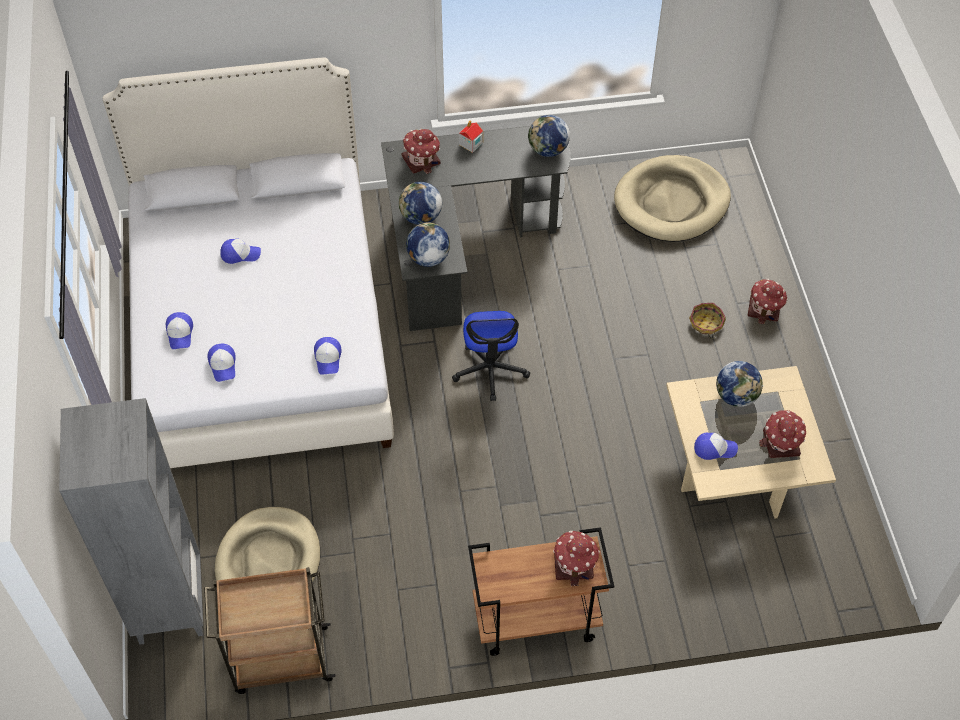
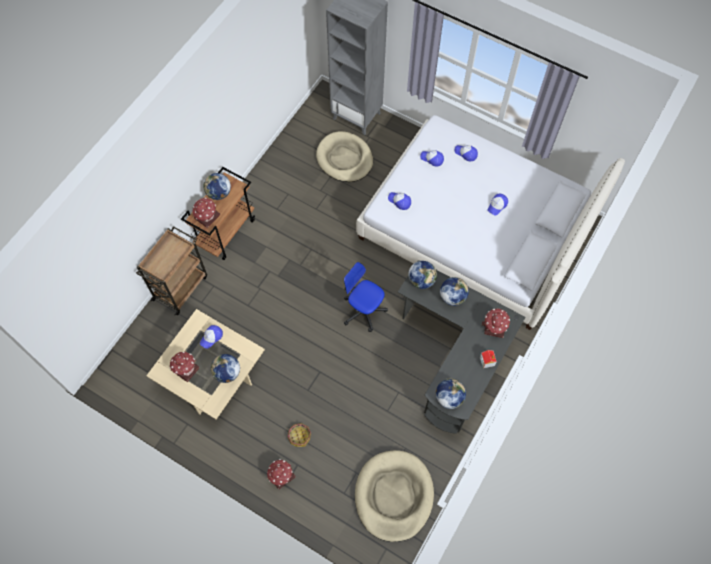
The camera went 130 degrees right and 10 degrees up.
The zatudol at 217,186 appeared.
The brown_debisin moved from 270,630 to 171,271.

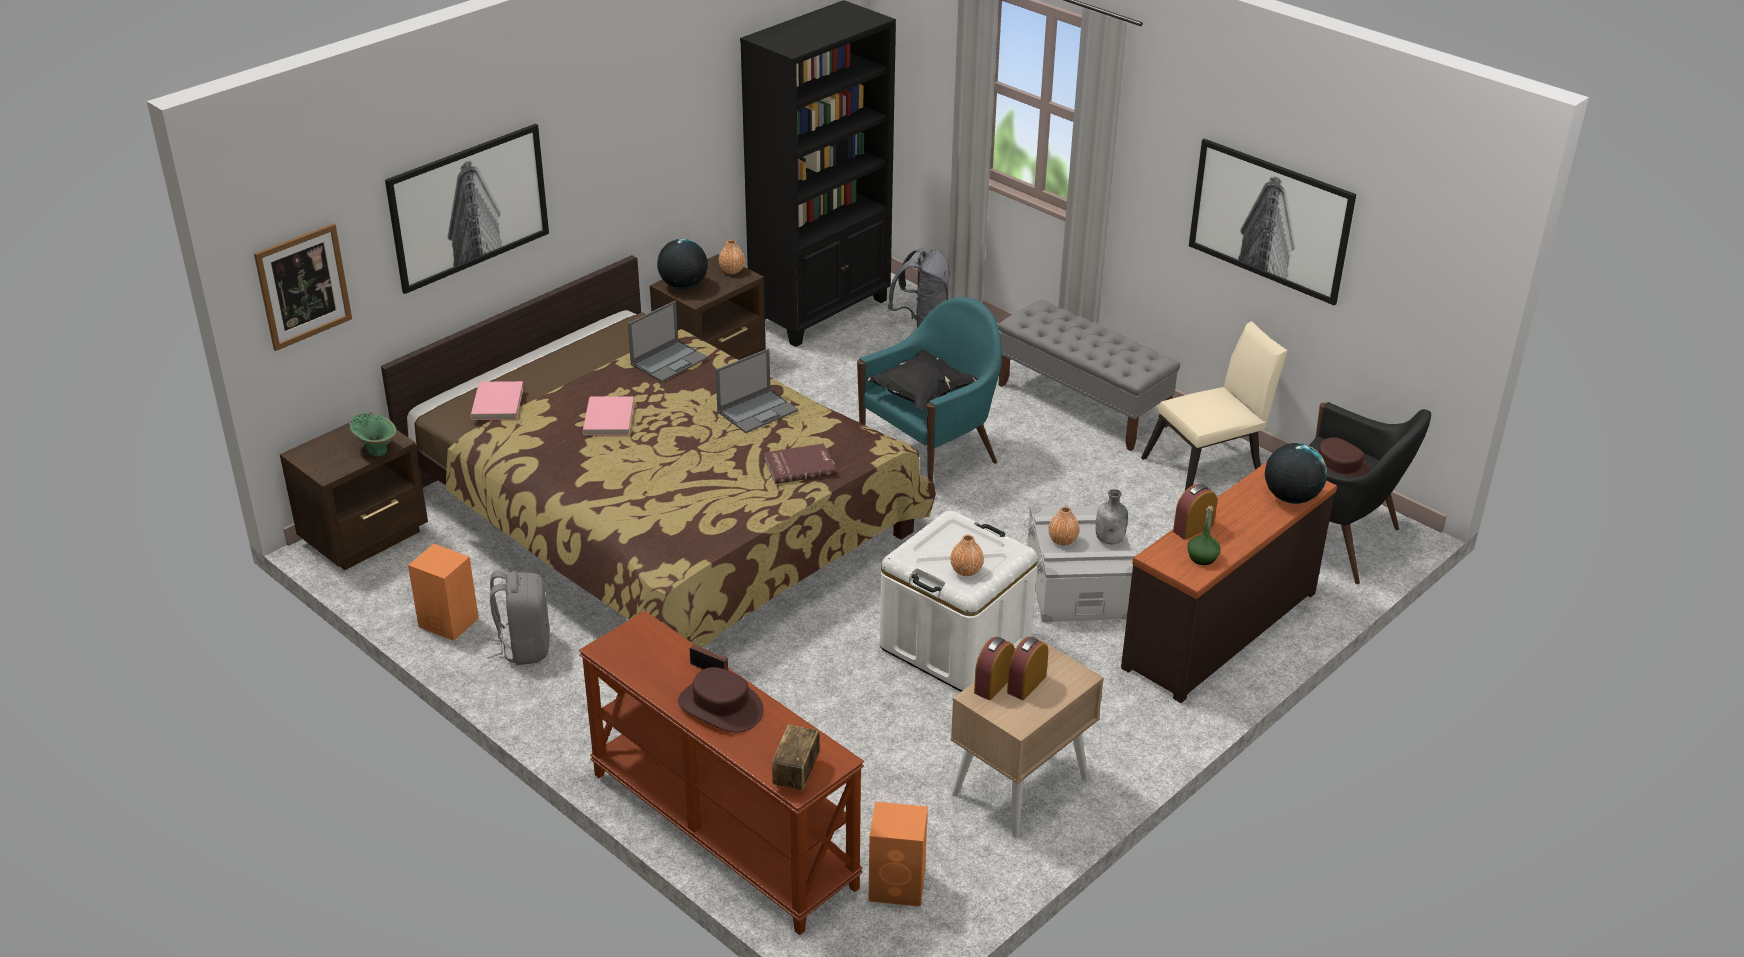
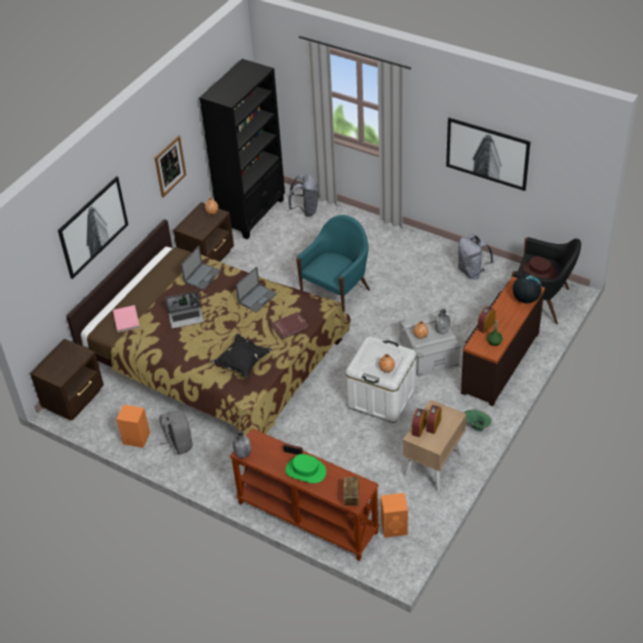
The camera went 10 degrees left and 10 degrees up.
The zatudol at 682,264 disappeared.
The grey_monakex at 1089,375 disappeared.
The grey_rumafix at 242,444 appeared.
The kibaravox moved from 303,287 to 170,166.
The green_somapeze moved from 373,434 to 478,420.
The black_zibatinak moved from 922,379 to 242,356.
The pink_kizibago at 608,416 was replaced by the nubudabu at 184,310.
The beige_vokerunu at 1214,406 was replaced by the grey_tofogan at 475,257.
The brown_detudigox at 721,699 became the green_detudigox at 305,468.

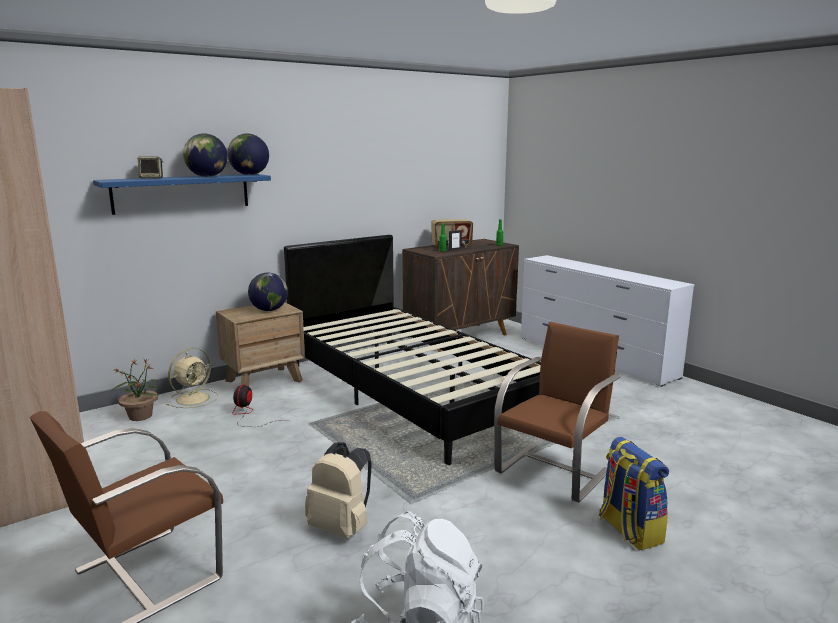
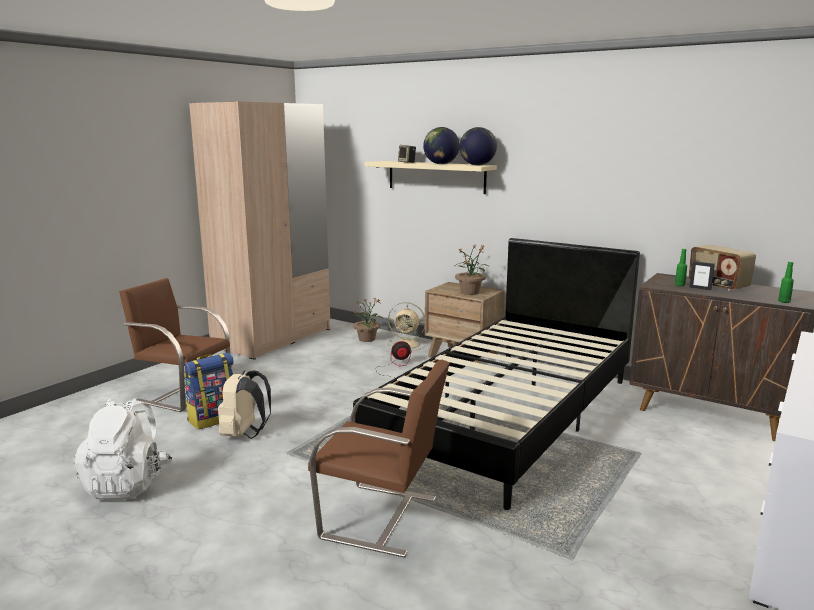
The camera went 70 degrees right and 0 degrees up.
The tofogan moved from 634,493 to 208,391.
The zatudol at 268,292 was replaced by the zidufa at 472,270.
The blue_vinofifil at 182,194 became the beige_vinofifil at 430,177.

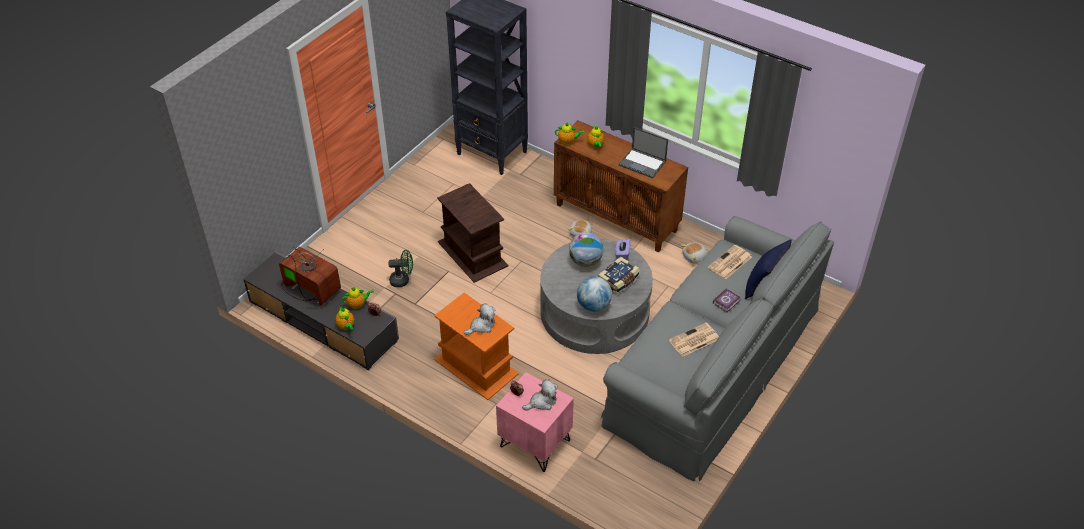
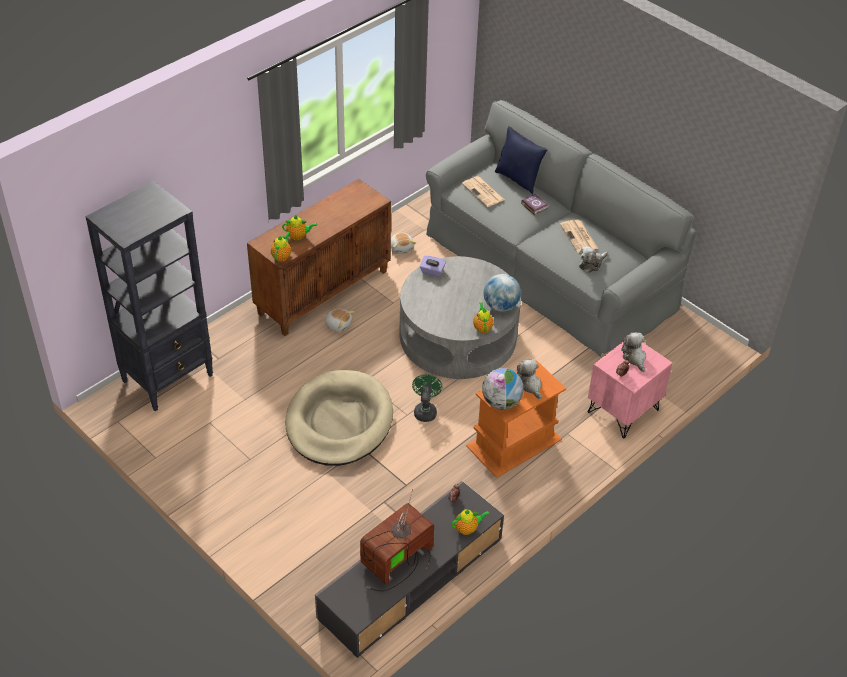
The camera went 80 degrees left and 0 degrees up.
The kizibago at 619,275 disappeared.
The nubudabu at 643,152 disappeared.
The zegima at 593,259 appeared.
The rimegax moved from 358,298 to 483,317.
The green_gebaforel moved from 400,268 to 427,398.
The zatudol moved from 586,249 to 503,389.
The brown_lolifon at 472,233 was replaced by the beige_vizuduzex at 339,418.

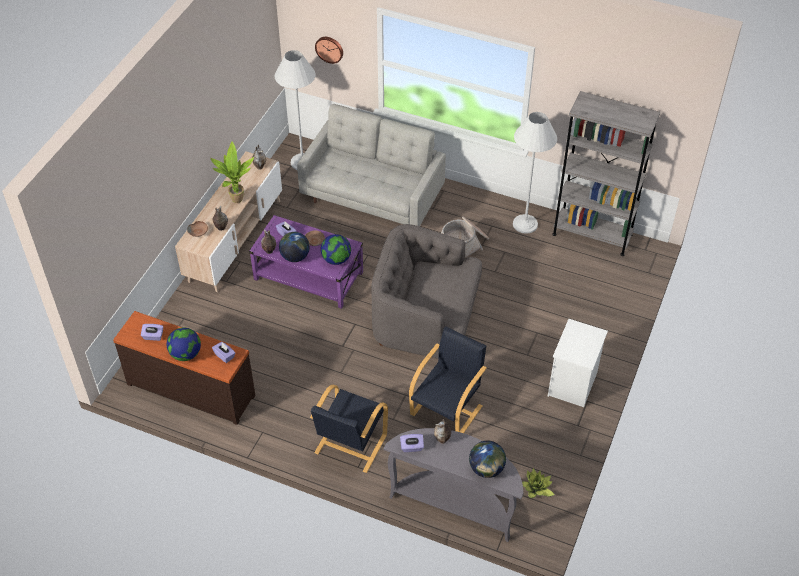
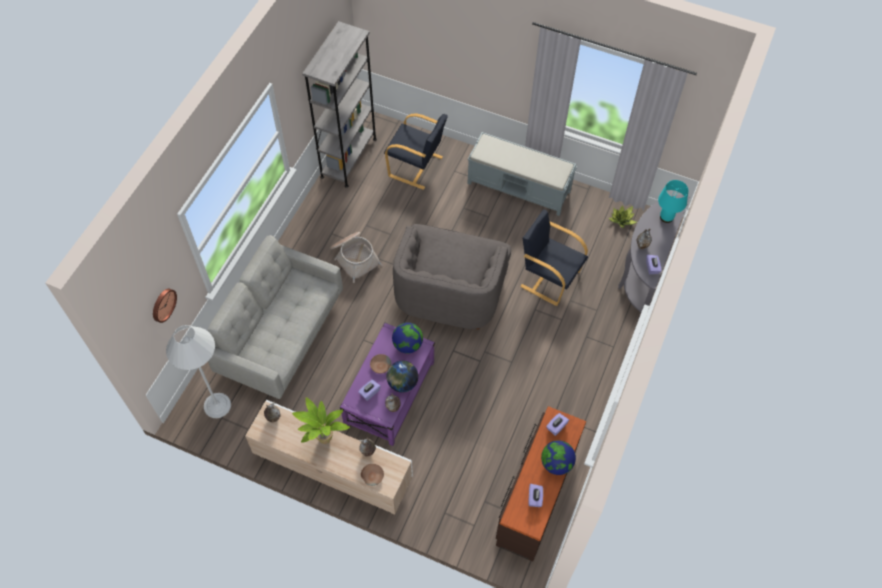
The camera went 90 degrees left and 10 degrees up.
The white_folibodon at 535,173 disappeared.
The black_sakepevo moved from 349,429 to 416,151.
The zatudol at 487,459 was replaced by the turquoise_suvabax at 673,201.
The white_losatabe at 578,363 was replaced by the grey_monakex at 522,174.

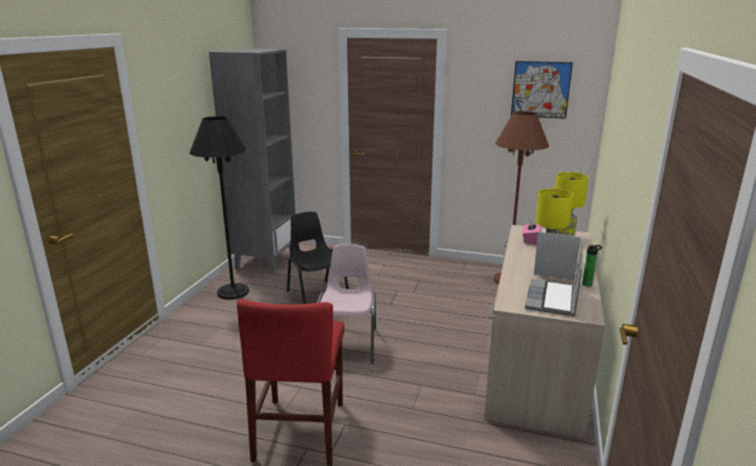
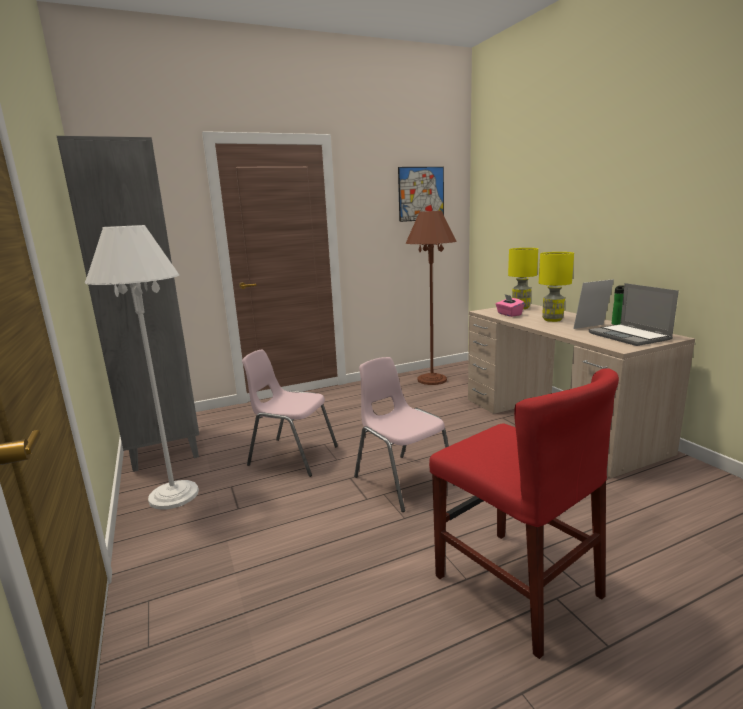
The camera went 40 degrees left and 5 degrees down.
The black_folibodon at 219,208 became the white_folibodon at 142,367.
The black_vokerunu at 318,258 became the pink_vokerunu at 290,413.

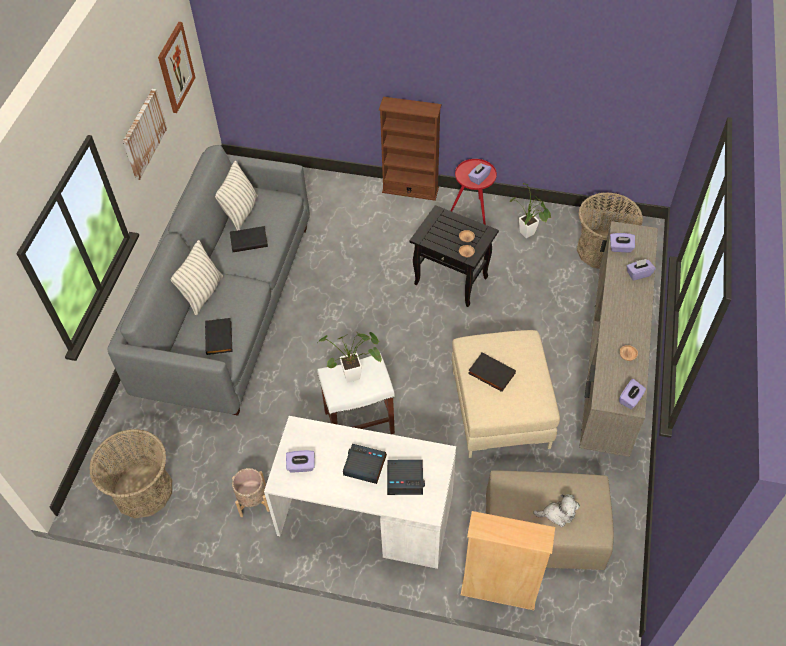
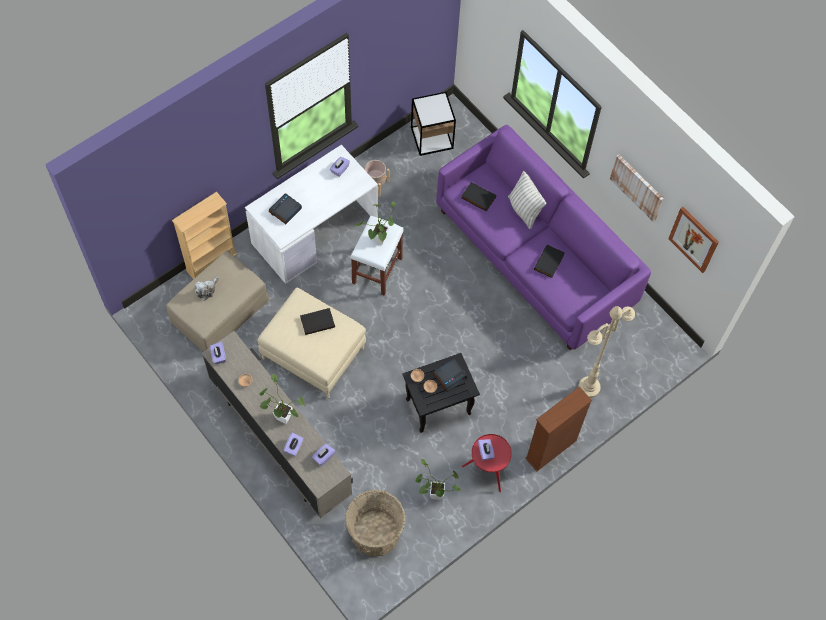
The camera went 125 degrees right and 10 degrees up.
The zibatinak at 236,195 disappeared.
The zidufa at 282,399 appeared.
The beige_folibodon at 606,352 appeared.
The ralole moved from 365,464 to 450,375.
The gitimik at 130,473 was replaced by the lolifon at 433,124.
The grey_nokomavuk at 208,280 became the purple_nokomavuk at 543,237.

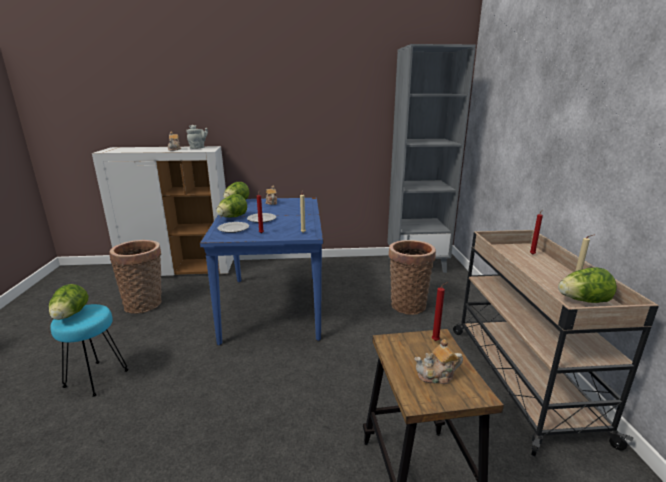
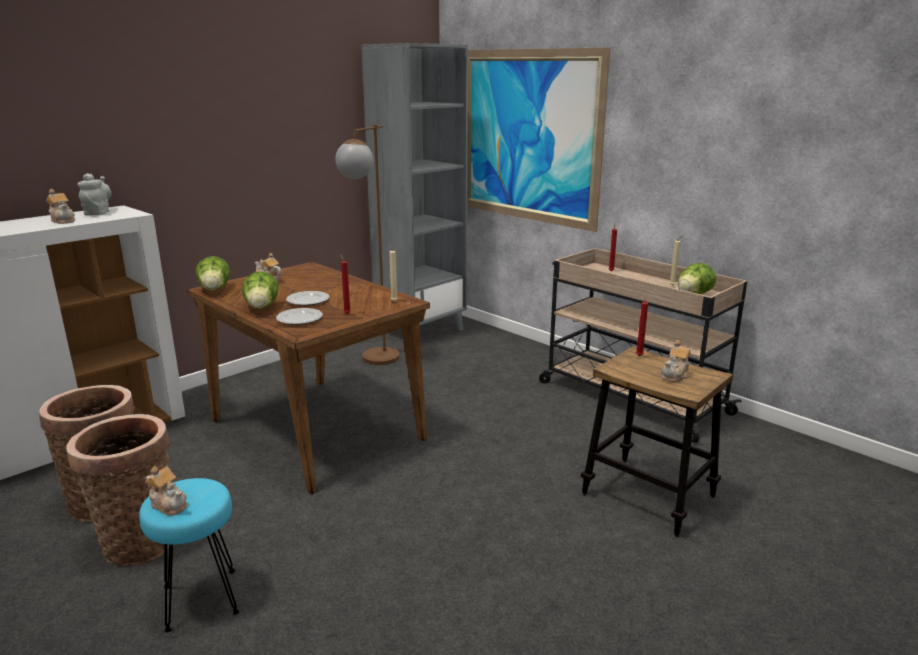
The camera went 40 degrees left and 0 degrees up.
The brown_folibodon at 367,244 appeared.
The kibaravox at 538,139 appeared.
The gitimik moved from 412,277 to 118,490.
The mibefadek at 68,302 was replaced by the rimegax at 166,491.
The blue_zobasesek at 261,271 became the brown_zobasesek at 308,378.

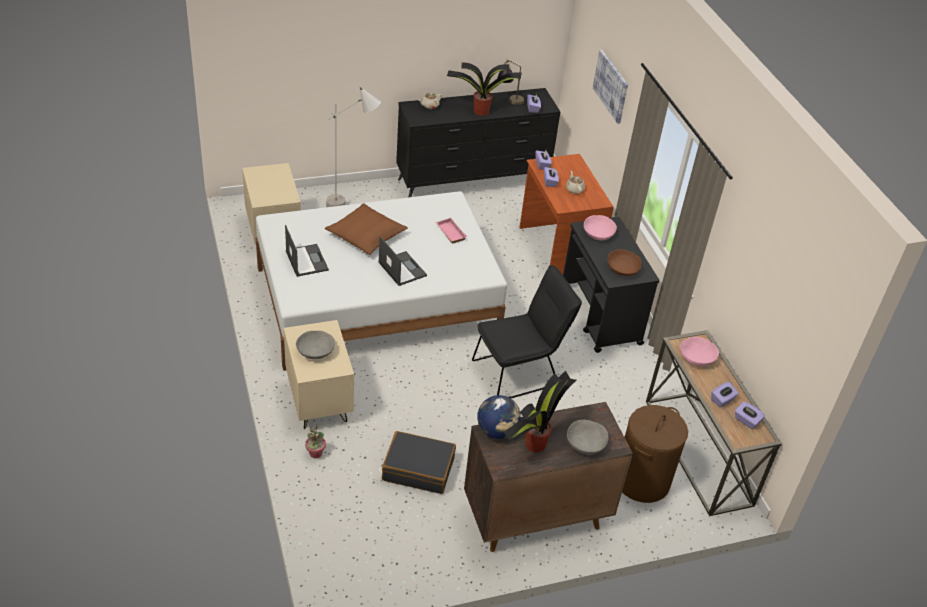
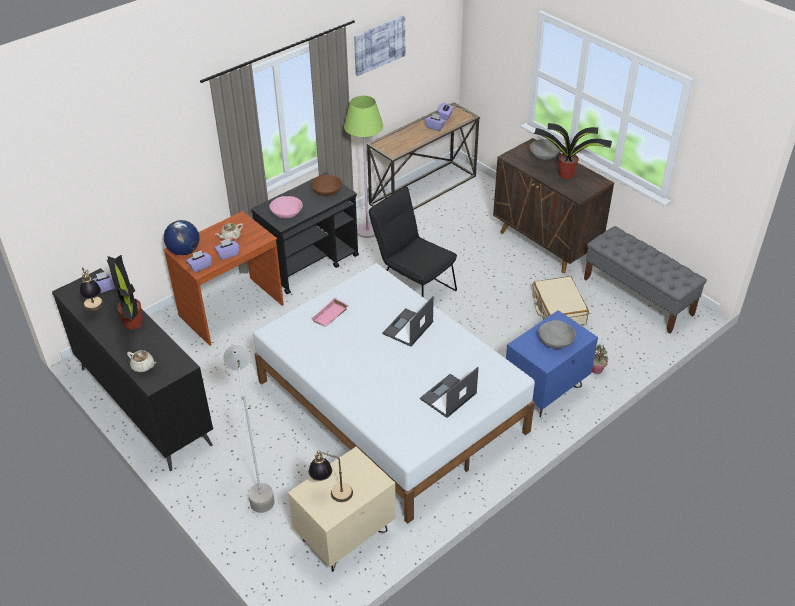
The camera went 110 degrees left and 0 degrees up.
The brown_zibatinak at 366,229 disappeared.
The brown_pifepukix at 655,454 disappeared.
The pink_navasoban at 699,351 disappeared.
The suvabax at 331,476 appeared.
The green_folibodon at 363,166 appeared.
The grey_monakex at 645,280 appeared.
The zatudol moved from 499,417 to 182,237.
The kibaravox moved from 610,87 to 379,46.
The beige_losatabe at 319,374 became the blue_losatabe at 552,363.
The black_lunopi at 419,462 became the beige_lunopi at 560,300.

